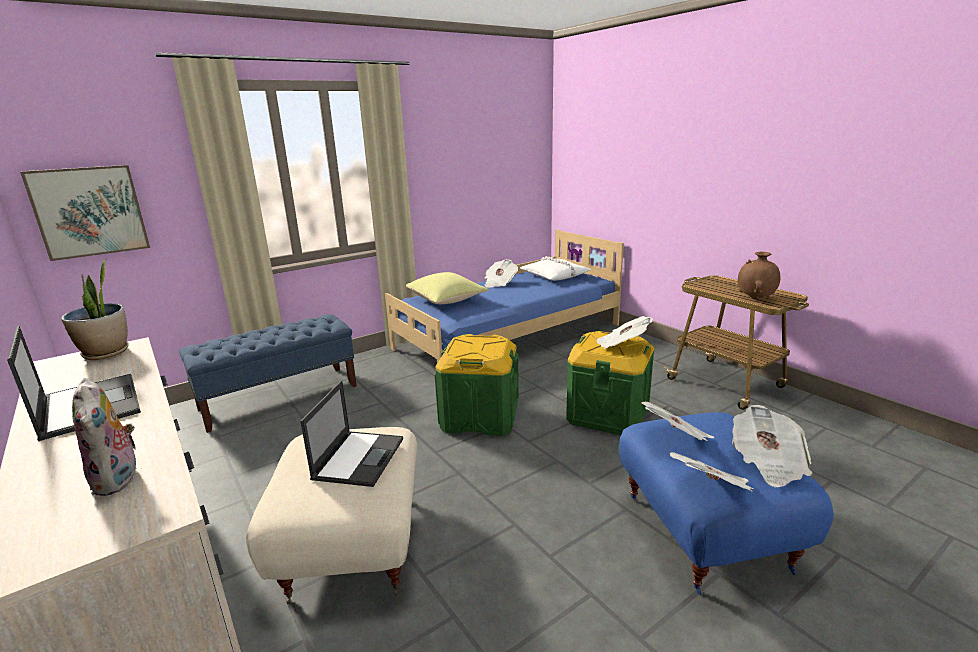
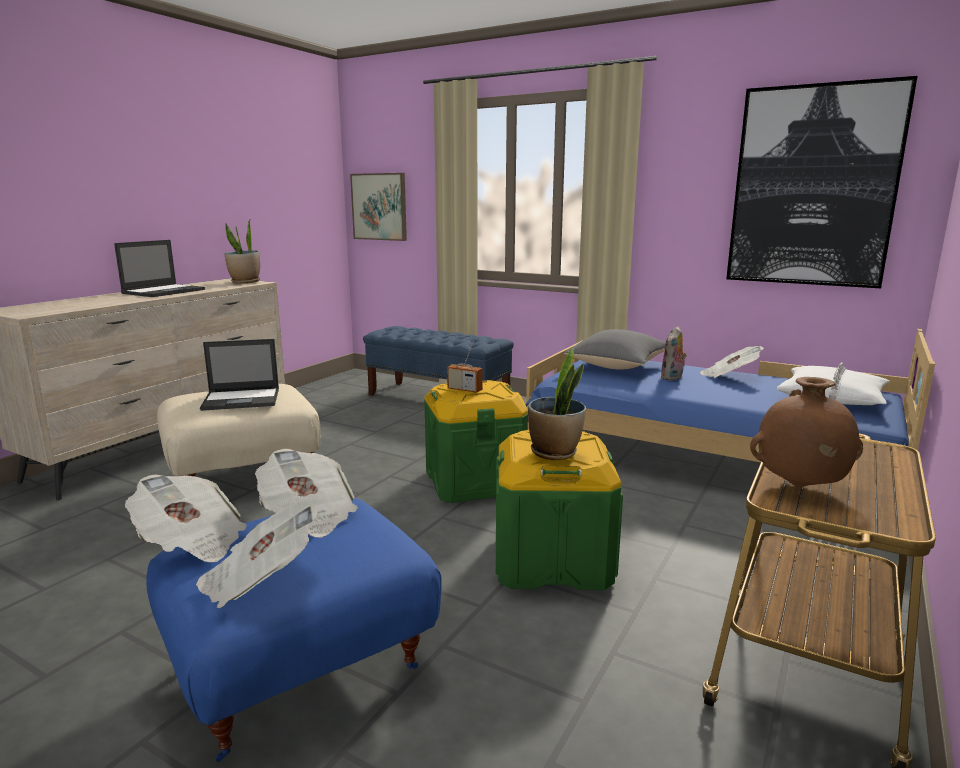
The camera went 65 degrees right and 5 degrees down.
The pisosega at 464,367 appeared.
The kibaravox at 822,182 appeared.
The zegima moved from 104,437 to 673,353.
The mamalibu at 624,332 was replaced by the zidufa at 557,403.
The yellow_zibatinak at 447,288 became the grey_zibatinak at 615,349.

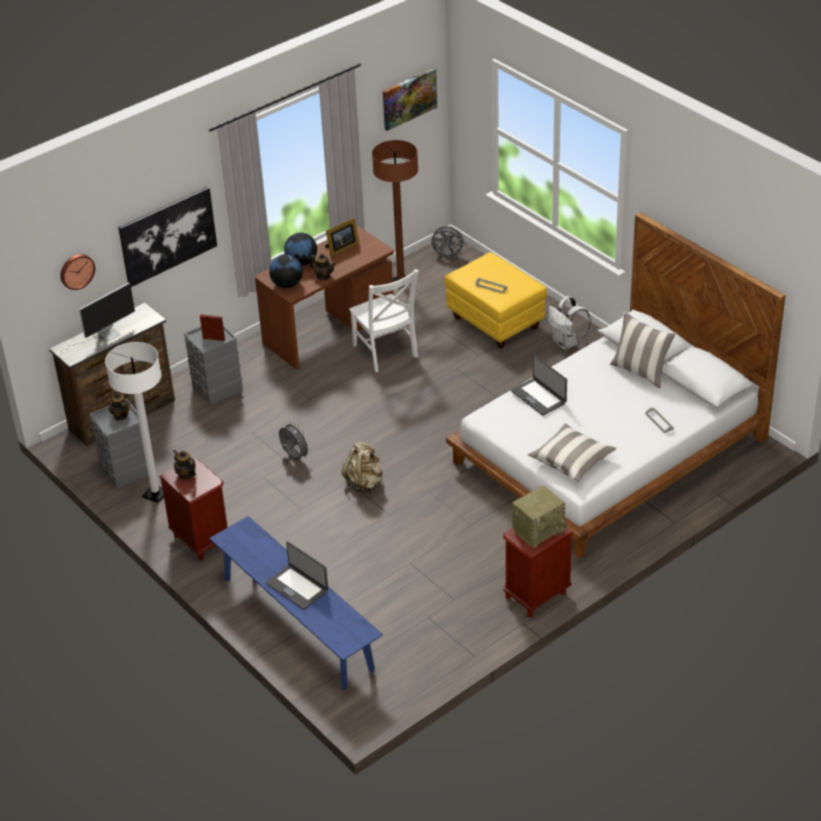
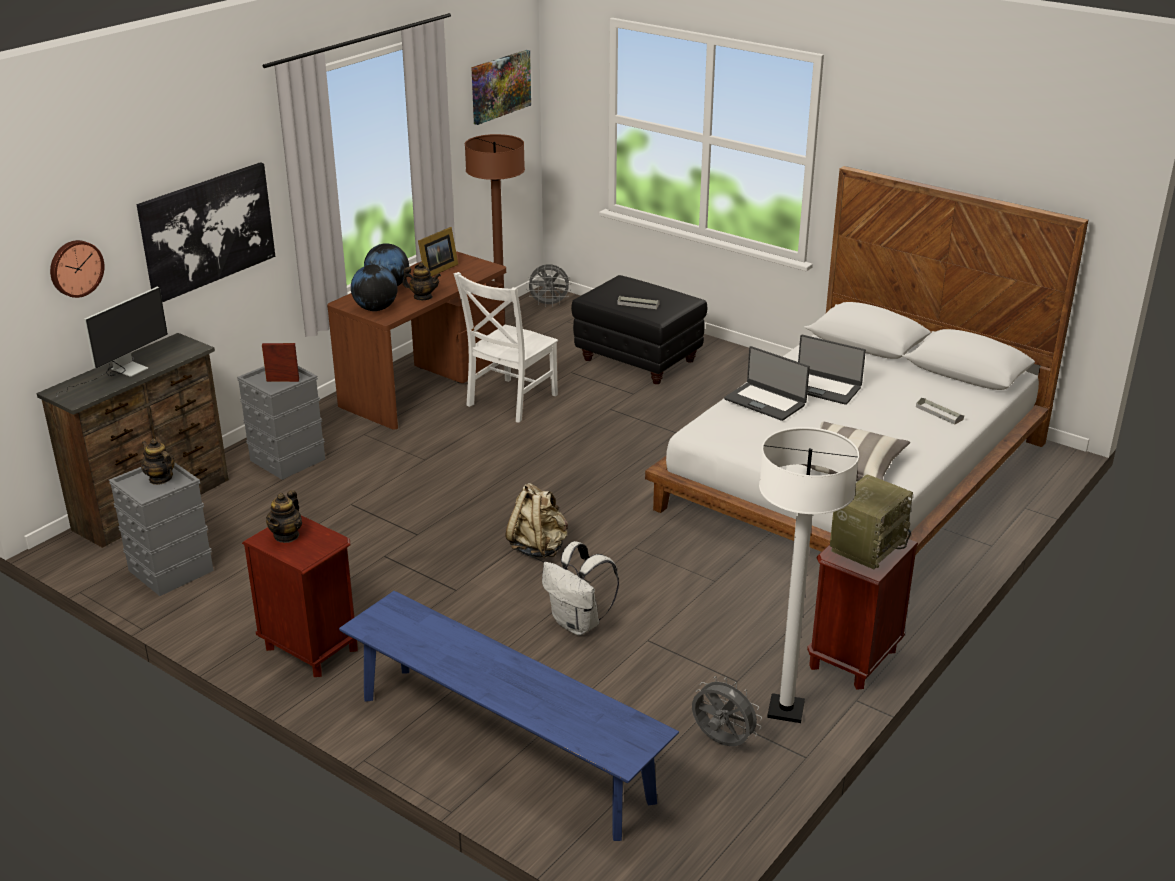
The camera went 15 degrees left and 10 degrees down.
The zibatinak at 642,350 disappeared.
The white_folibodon moved from 134,422 to 809,575.
The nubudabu moved from 297,575 to 832,370.
The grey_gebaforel moved from 295,440 to 727,711.
The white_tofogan moved from 569,323 to 580,588.
The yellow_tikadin at 495,300 became the black_tikadin at 639,329.
The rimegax at 184,465 turned 105 degrees counterclockwise.
The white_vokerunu at 384,320 turned 75 degrees clockwise.

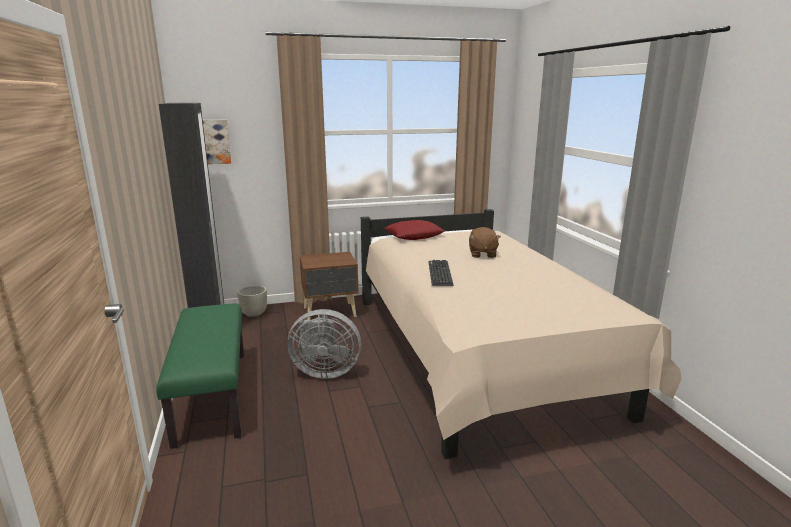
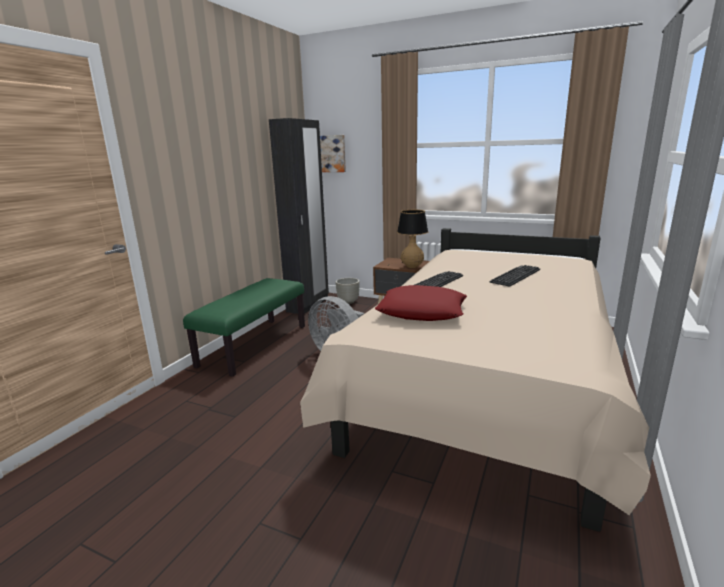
The camera went 40 degrees right and 0 degrees up.
The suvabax at 408,239 appeared.
The red_zibatinak moved from 414,230 to 421,303.
The brown_zegima at 485,242 was replaced by the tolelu at 515,275.

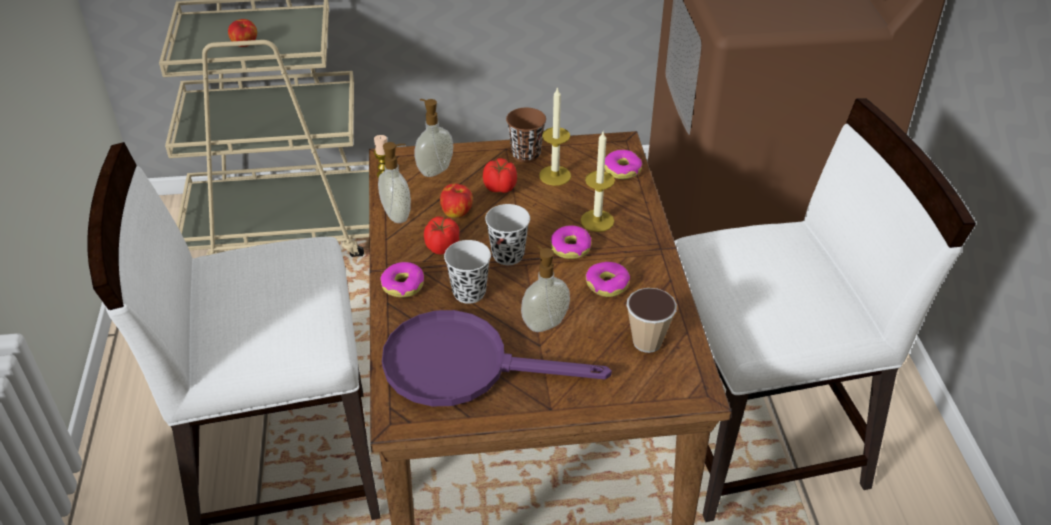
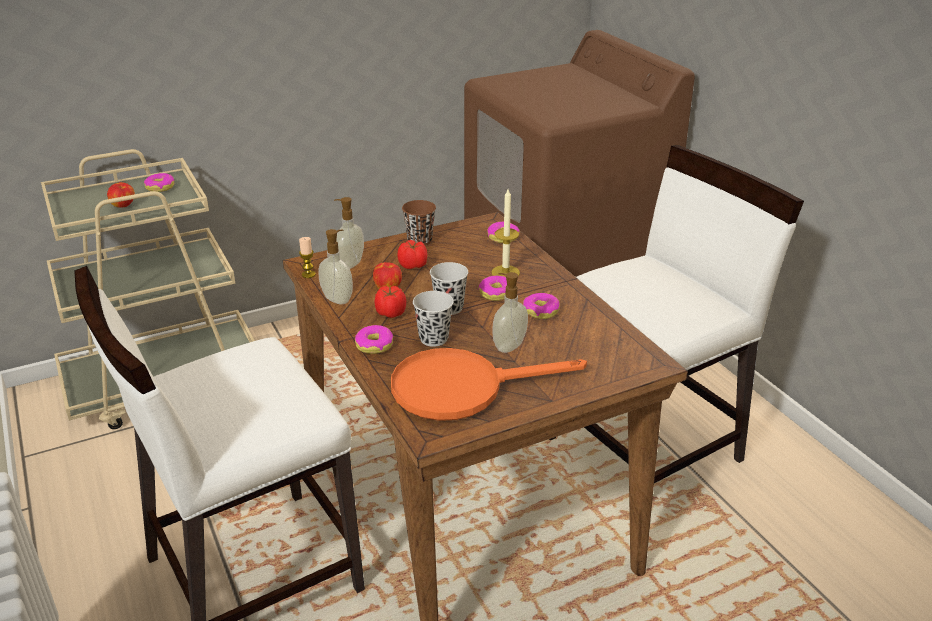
The camera went 20 degrees left and 10 degrees down.
The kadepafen at 555,136 disappeared.
The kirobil at 652,320 disappeared.
The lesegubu at 159,182 appeared.
The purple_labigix at 497,358 became the orange_labigix at 489,384.

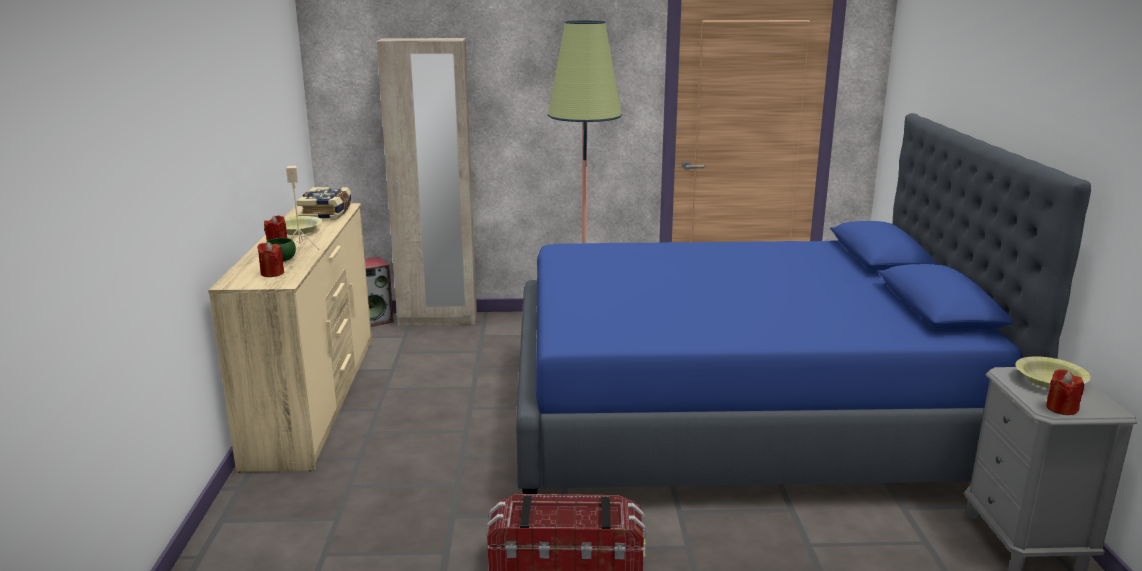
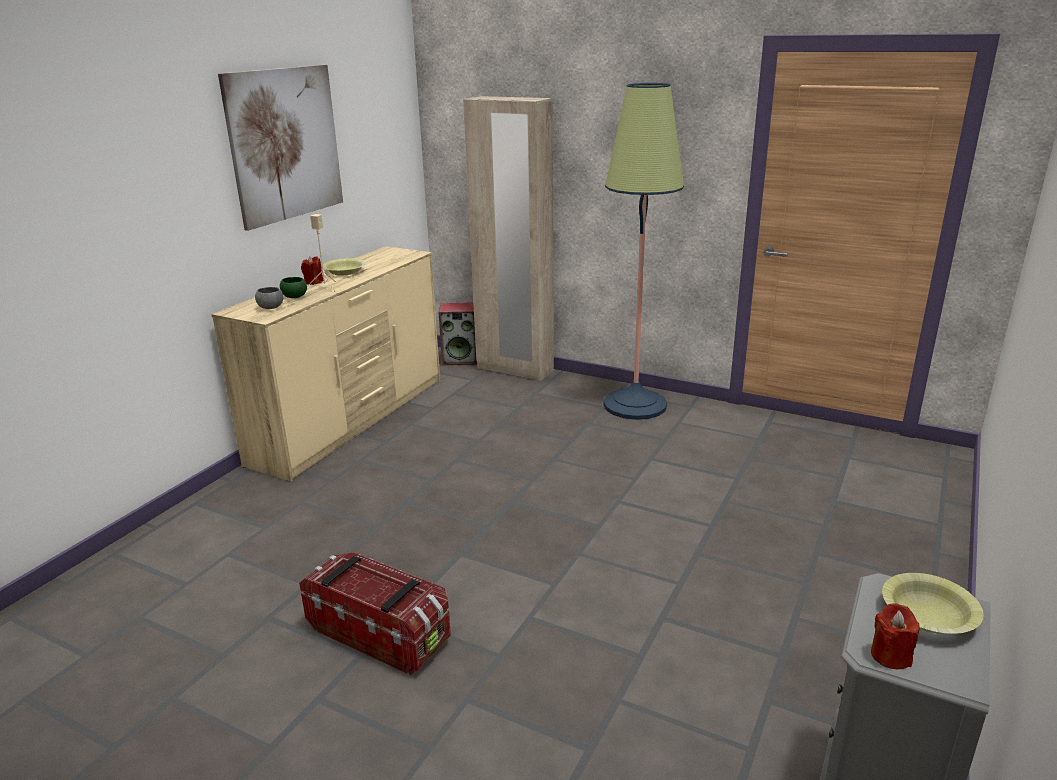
The camera went 30 degrees right and 5 degrees up.
The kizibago at 324,203 disappeared.
The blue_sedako at 803,303 disappeared.
The kibaravox at 280,148 appeared.
The red_kadepafen at 270,259 was replaced by the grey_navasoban at 269,298.

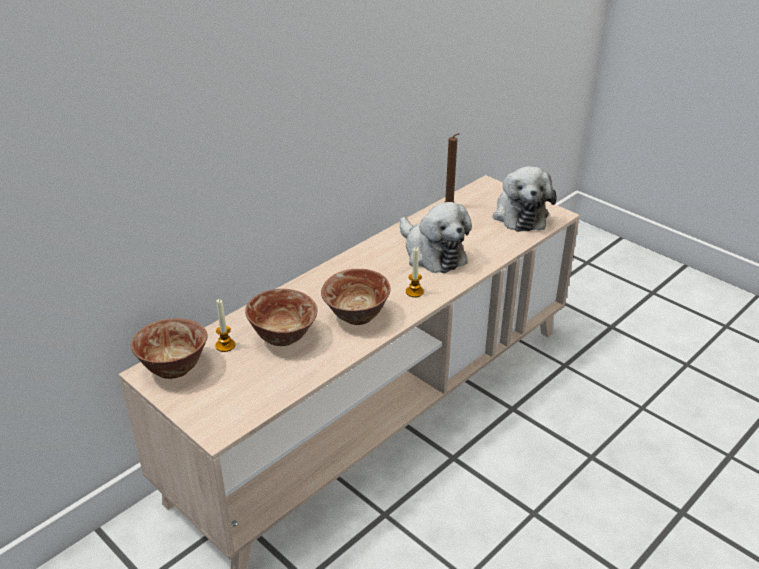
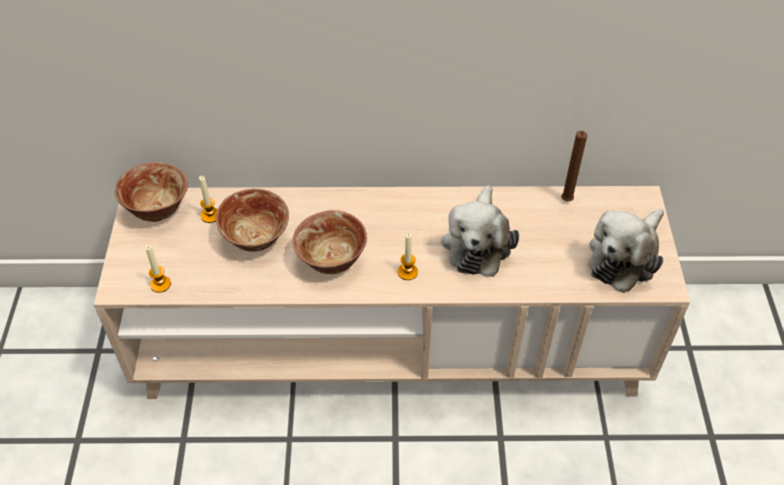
The camera went 45 degrees right and 15 degrees up.
The kadepafen at 158,269 appeared.

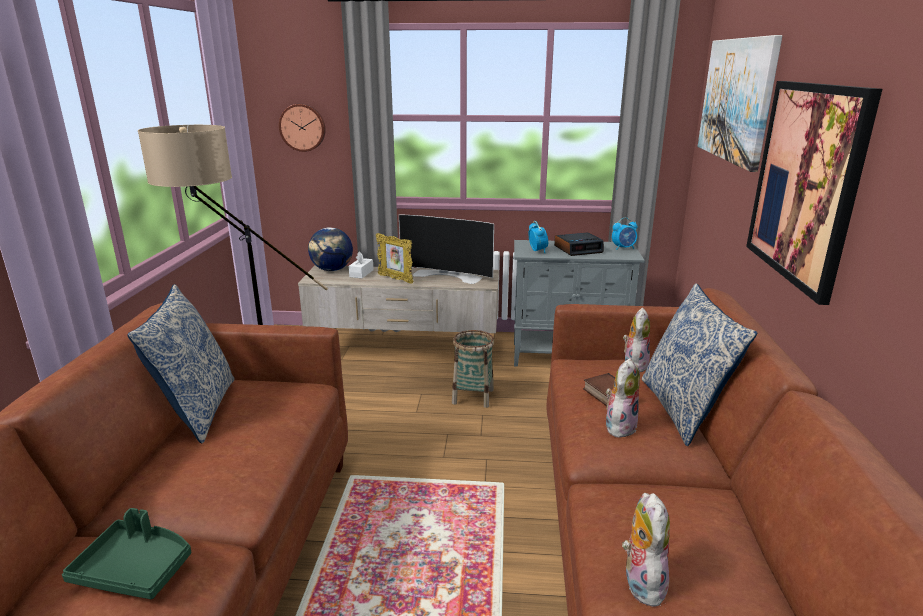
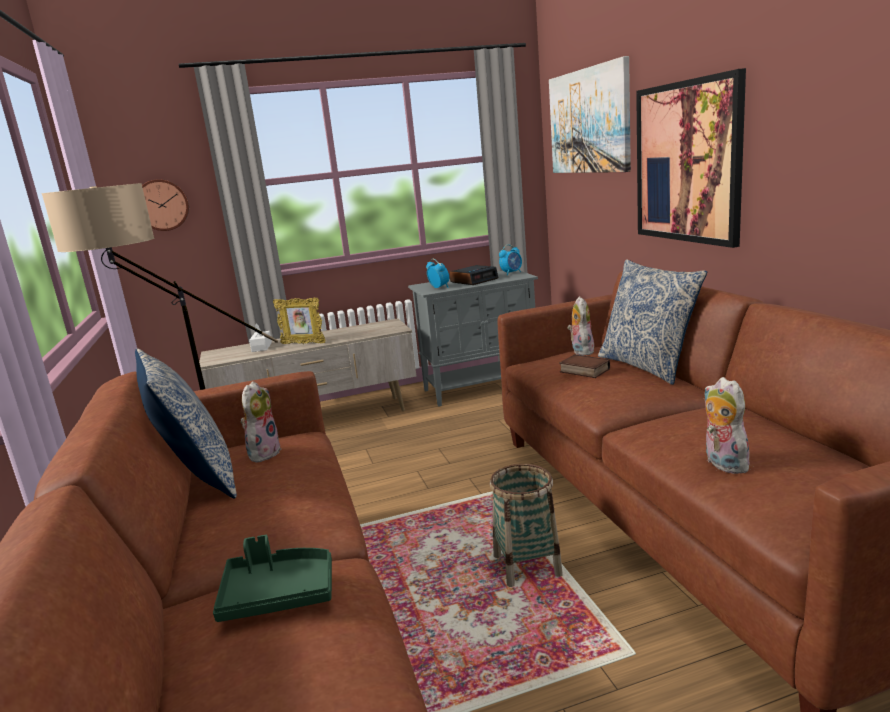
The camera went 20 degrees left and 5 degrees down.
The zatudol at 330,249 disappeared.
The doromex at 446,249 disappeared.
The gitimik moved from 473,369 to 526,525.
The zegima moved from 623,398 to 261,421.

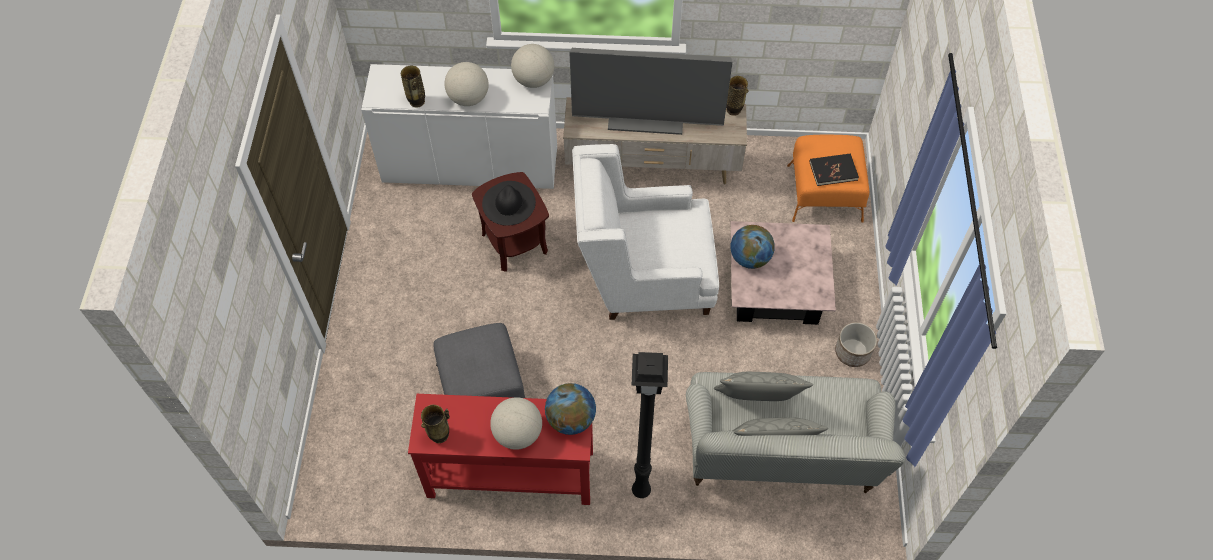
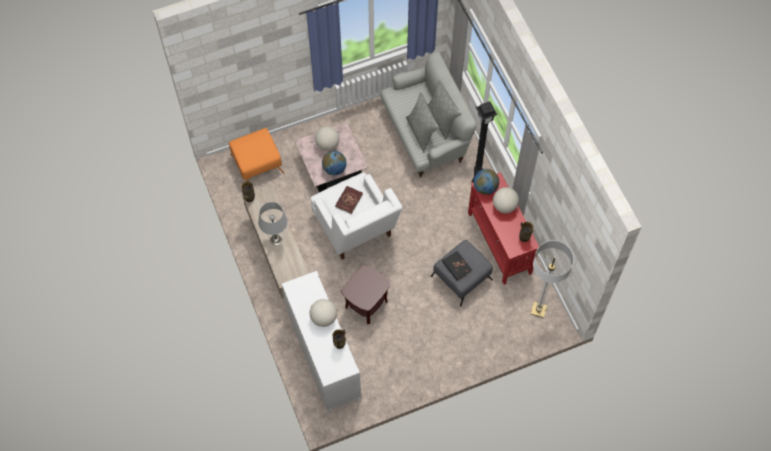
The camera went 115 degrees left and 5 degrees up.
The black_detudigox at 509,203 disappeared.
The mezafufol at 856,344 disappeared.
The red_kizibago at 349,200 appeared.
The folibodon at 552,279 appeared.
The zatudol moved from 532,66 to 327,138.
The black_kizibago moved from 834,169 to 457,266.
The doromex at 651,91 was replaced by the grey_suvabax at 273,223.

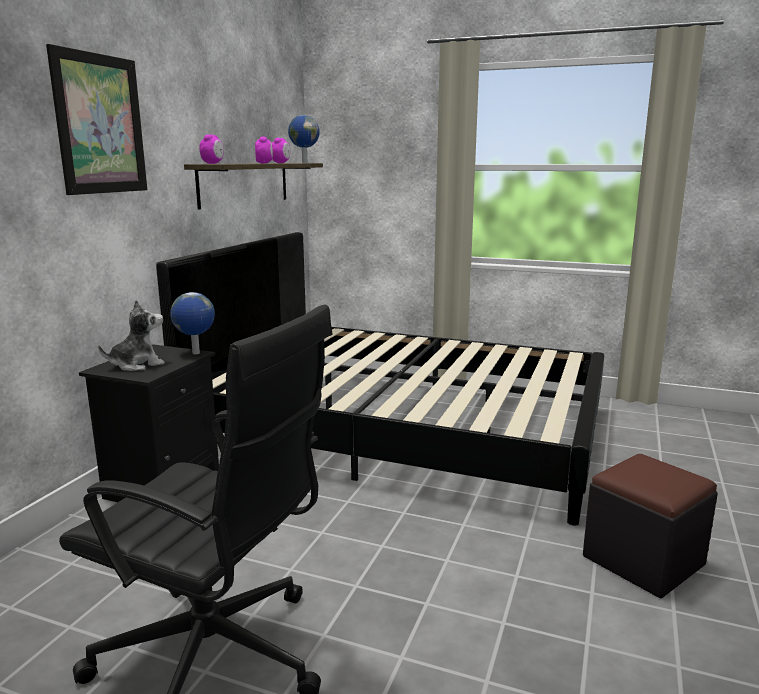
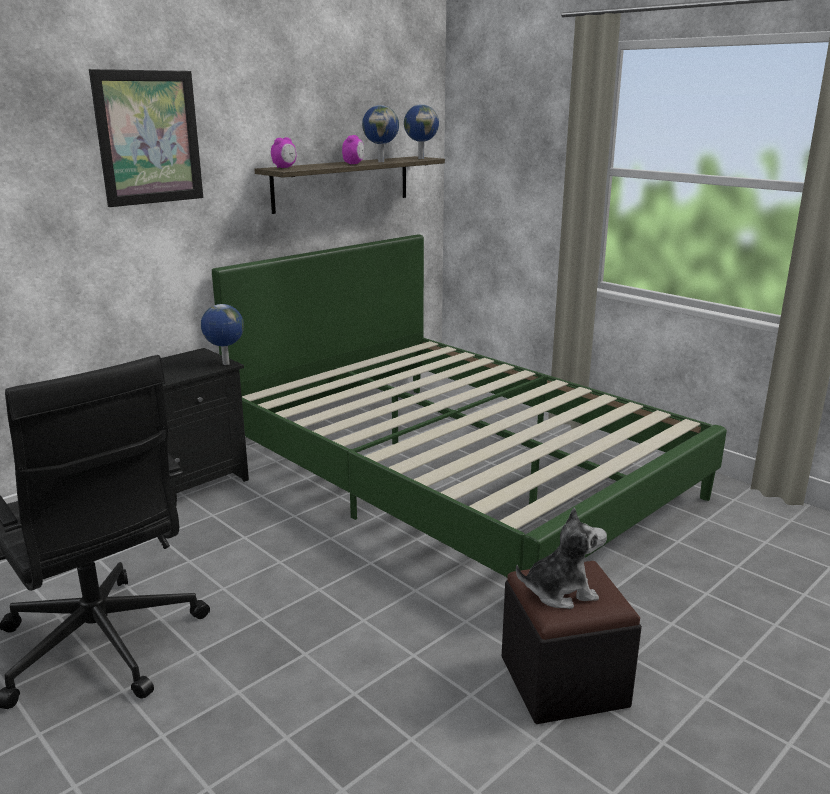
The camera went 25 degrees right and 5 degrees up.
The zegima moved from 131,335 to 561,558.
The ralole at 281,150 was replaced by the zatudol at 380,133.
The black_sedako at 380,378 became the green_sedako at 469,405.

